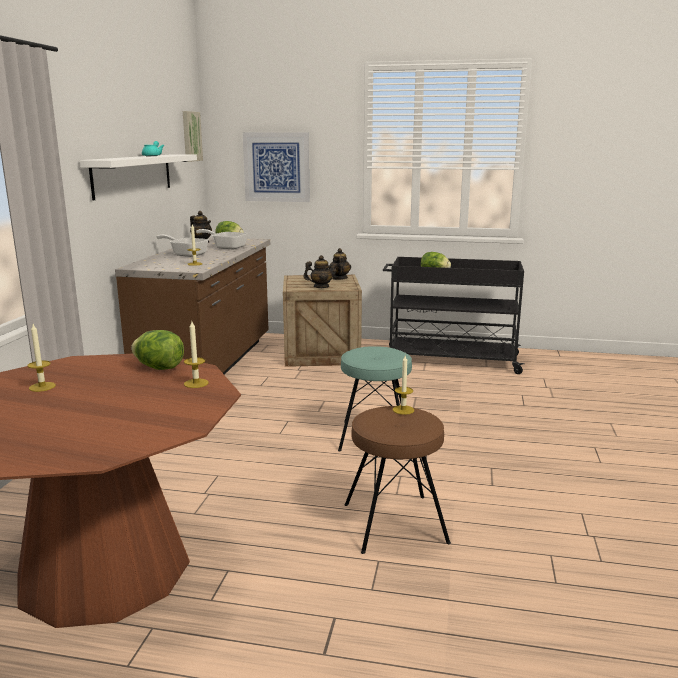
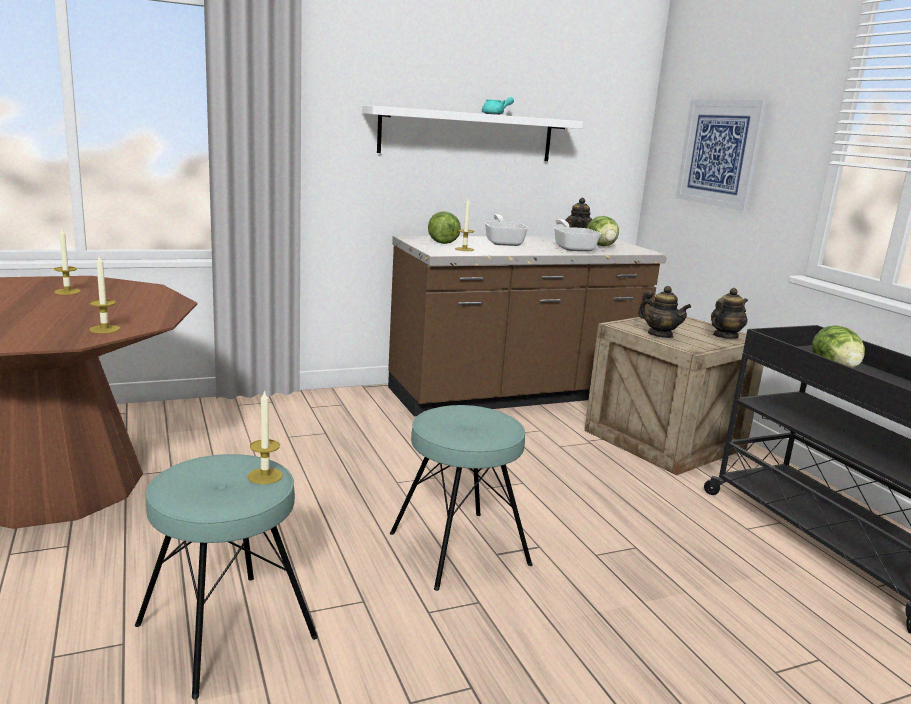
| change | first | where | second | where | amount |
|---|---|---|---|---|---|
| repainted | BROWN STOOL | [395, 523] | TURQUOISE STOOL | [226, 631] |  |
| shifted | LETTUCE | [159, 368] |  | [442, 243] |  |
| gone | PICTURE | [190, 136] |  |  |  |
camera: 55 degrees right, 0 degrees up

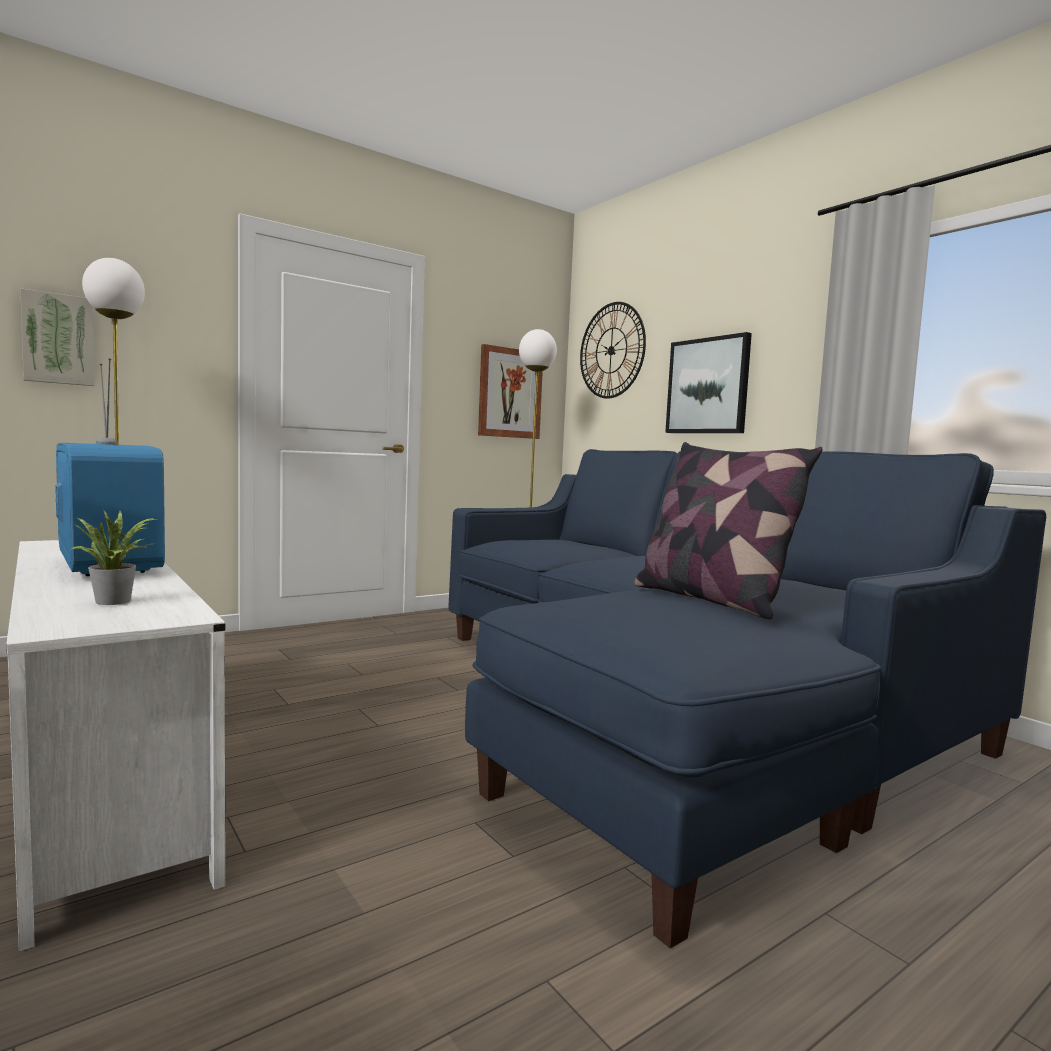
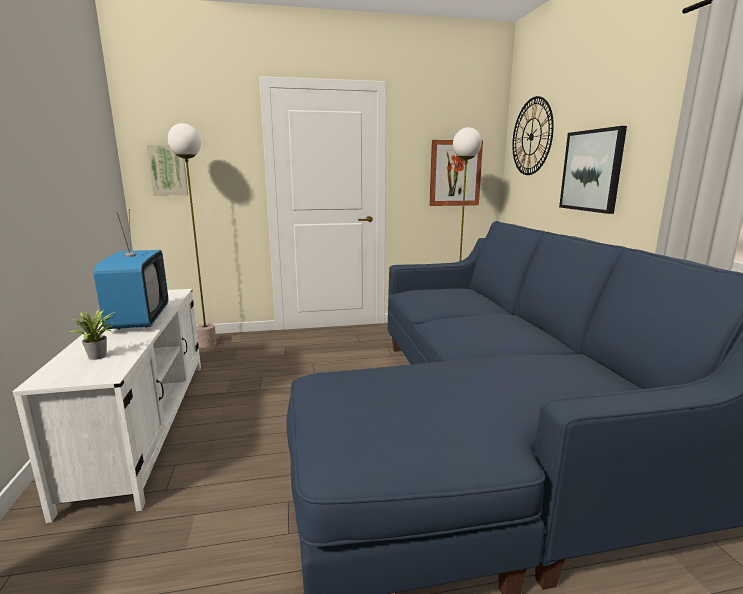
| change | first | where | second | where | amount |
|---|---|---|---|---|---|
| gone | PILLOW | [710, 599] |  |  |  |
camera: 25 degrees right, 10 degrees up

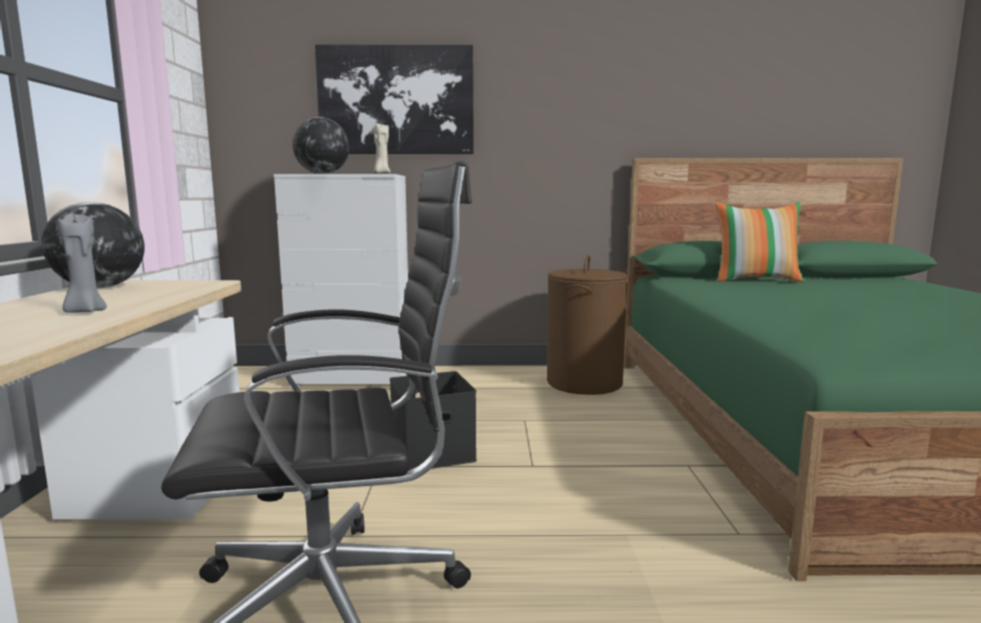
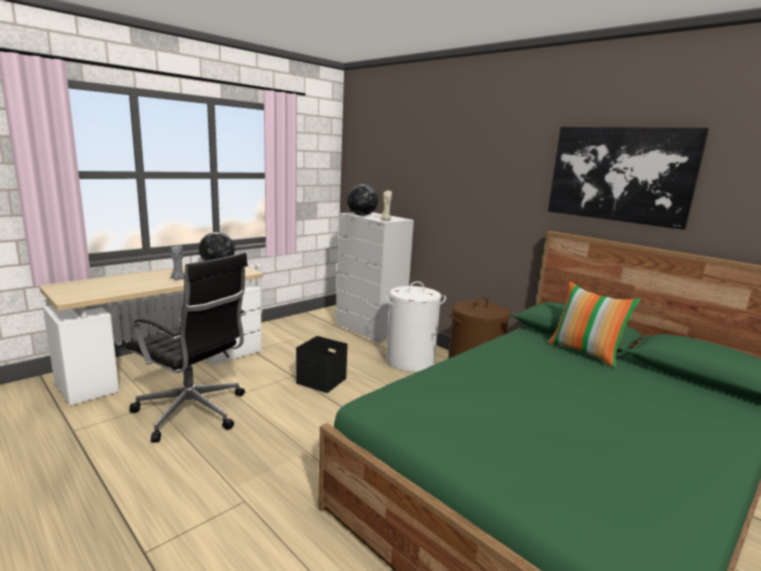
| change | first | where | second | where | amount |
|---|---|---|---|---|---|
| new |  |  | WHITE LAUNDRY BASKET | [410, 361] |  |
| shifted | PICTURE | [396, 100] |  | [619, 174] |  |
camera: 45 degrees right, 5 degrees up

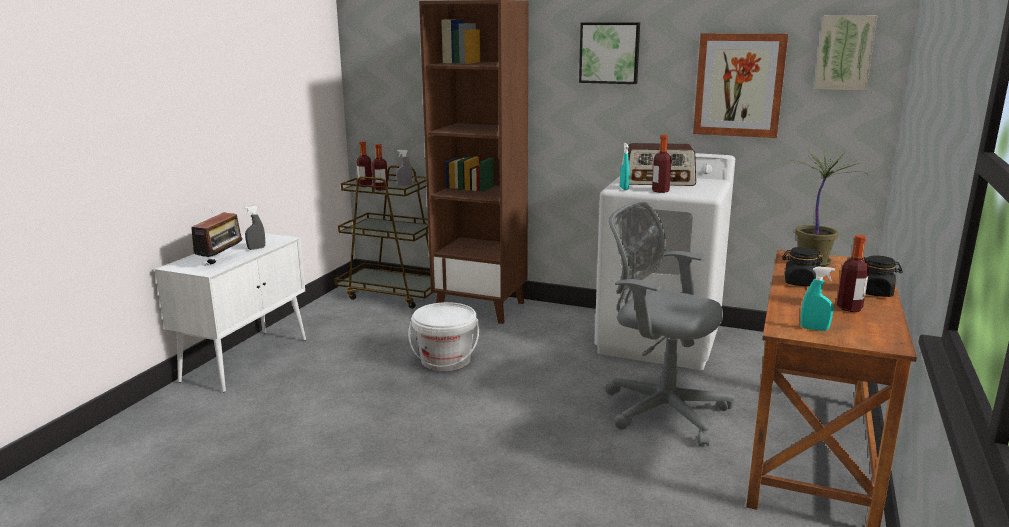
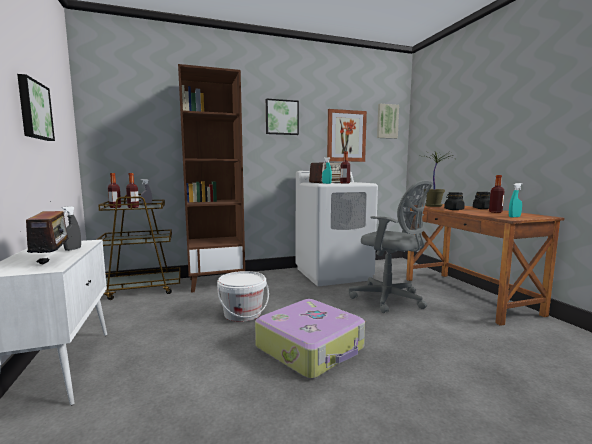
| change | first | where | second | where | amount |
|---|---|---|---|---|---|
| new |  |  | PICTURE | [33, 110] |  |
| new |  |  | SUITCASE | [311, 348] |  |
| rotated | GREY OFFICE CHAIR | [660, 408] |  | [390, 299] | 135 degrees counterclockwise |
camera: 40 degrees left, 10 degrees down

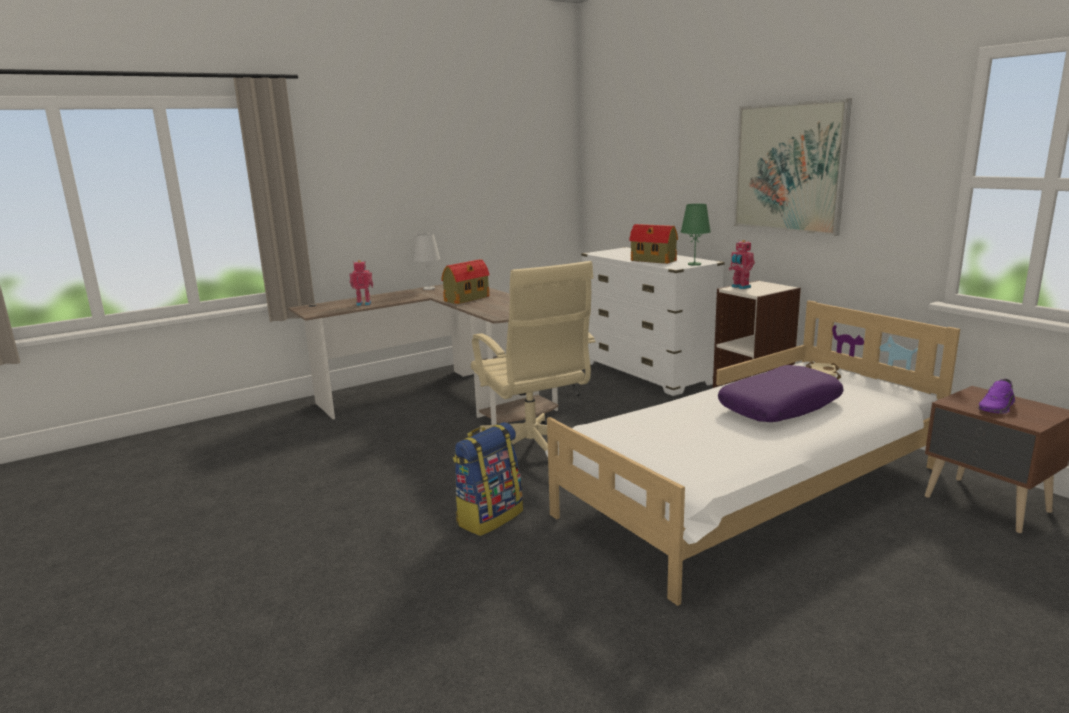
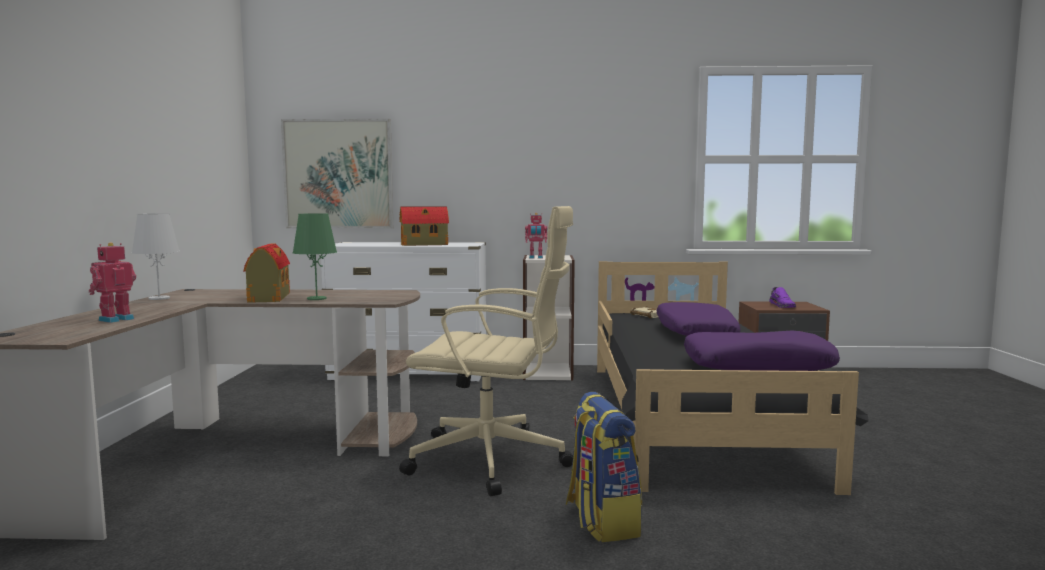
| change | first | where | second | where | amount |
|---|---|---|---|---|---|
| shifted | PICTURE | [789, 168] |  | [338, 174] |  |
| shifted | GREEN TABLE LAMP | [694, 264] |  | [317, 298] |  |
| repainted | WHITE BED | [752, 493] | BLACK BED | [692, 417] |  |
| new |  |  | PURPLE PILLOW | [757, 366] |  |
camera: 55 degrees left, 10 degrees down

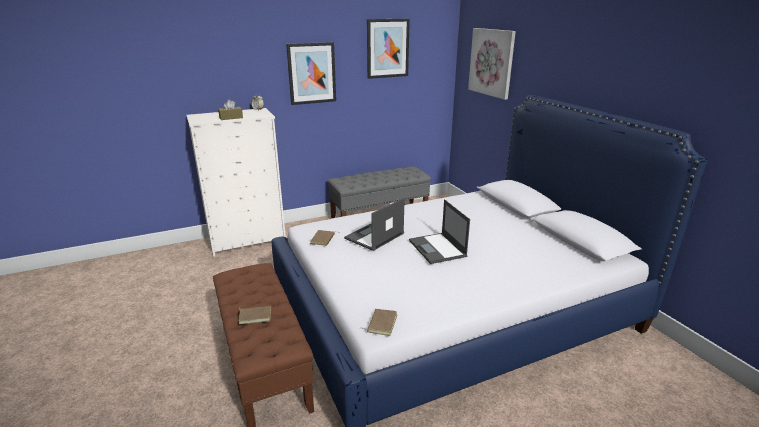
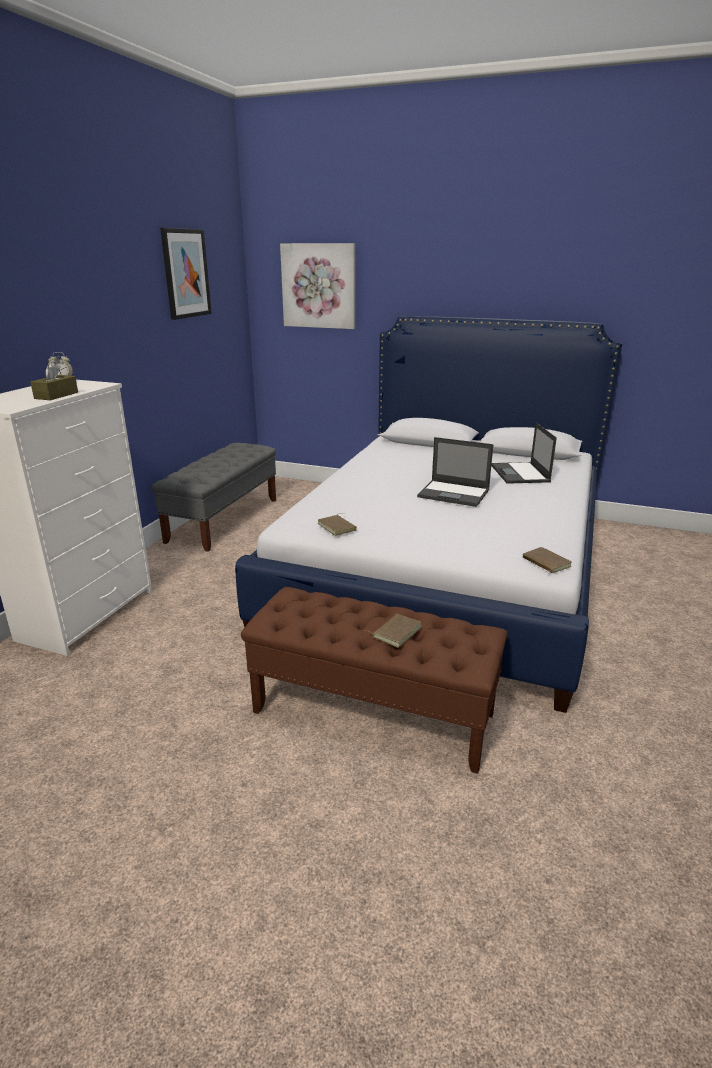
| change | first | where | second | where | amount |
|---|---|---|---|---|---|
| shifted | LAPTOP | [374, 236] |  | [520, 473] |  |
| gone | PICTURE | [311, 73] |  |  |  |
camera: 45 degrees left, 0 degrees up

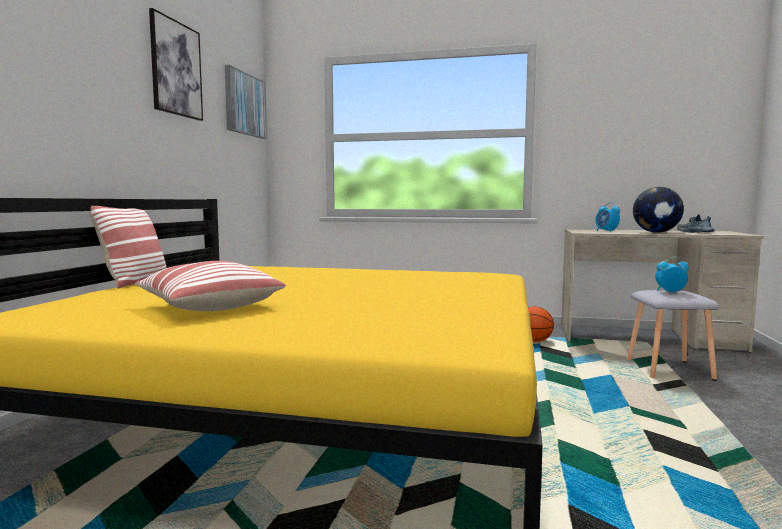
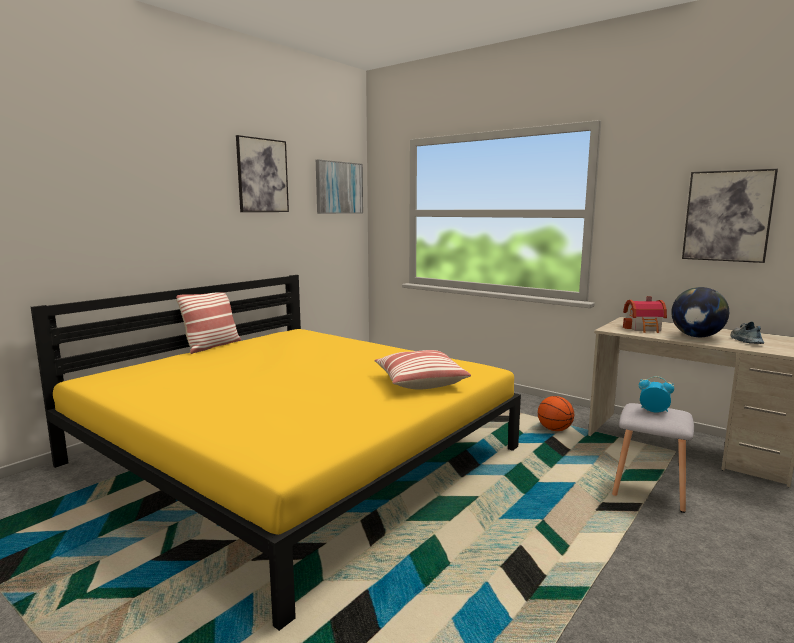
| change | first | where | second | where | amount |
|---|---|---|---|---|---|
| shifted | PILLOW | [209, 306] |  | [419, 382] |  |
| swapped | ALARM CLOCK | [606, 231] | TOY HOUSE | [644, 328] |  |
| new |  |  | PICTURE | [727, 216] |  |
camera: 25 degrees right, 5 degrees up

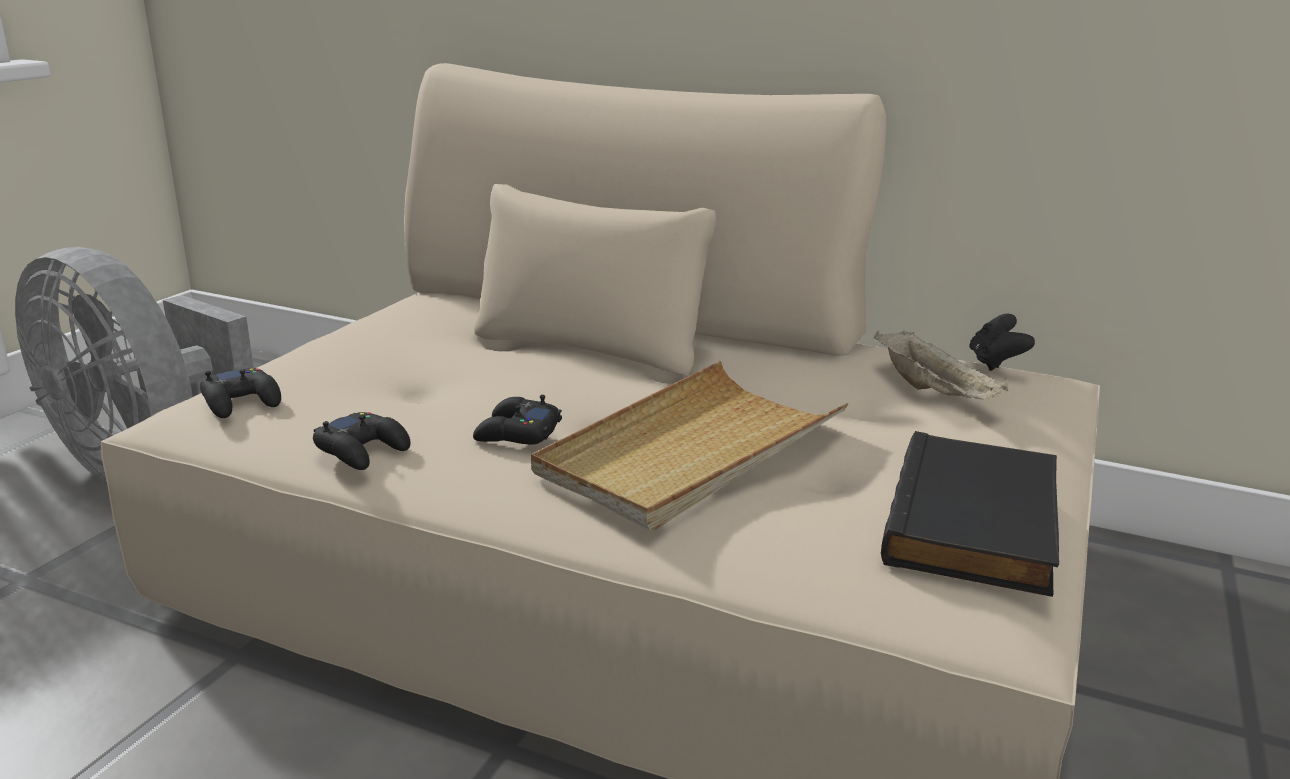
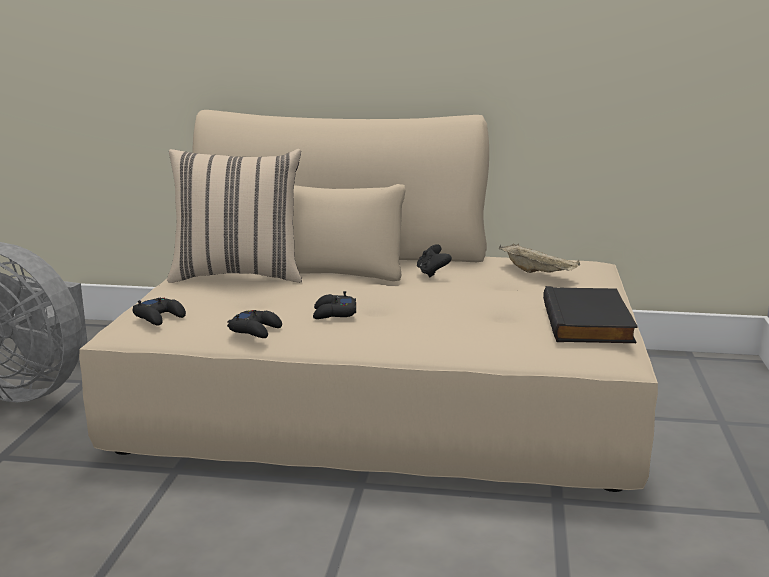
| change | first | where | second | where | amount |
|---|---|---|---|---|---|
| new |  |  | BEIGE PILLOW | [238, 275] |  |
| shifted | BLACK GAME CONTROLLER | [995, 363] |  | [432, 273] |  |
| gone | BEIGE TRAY | [691, 451] |  |  |  |
camera: 15 degrees left, 5 degrees down

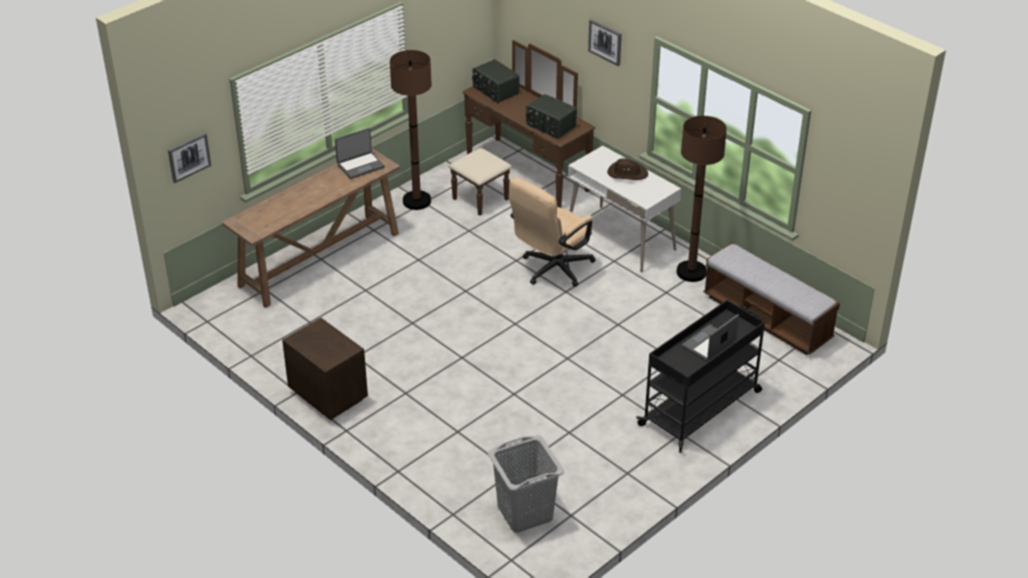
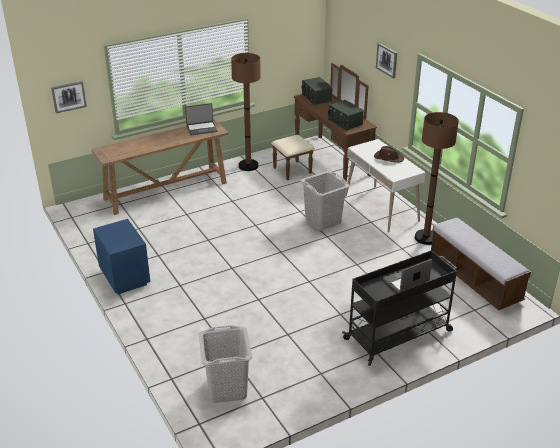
| change | first | where | second | where | amount |
|---|---|---|---|---|---|
| repainted | BROWN NIGHTSTAND | [328, 395] | BLUE NIGHTSTAND | [125, 277] |  |
| swapped | BEIGE OFFICE CHAIR | [551, 270] | GREY LAUNDRY BASKET | [322, 221] |  |
camera: 15 degrees right, 5 degrees down

